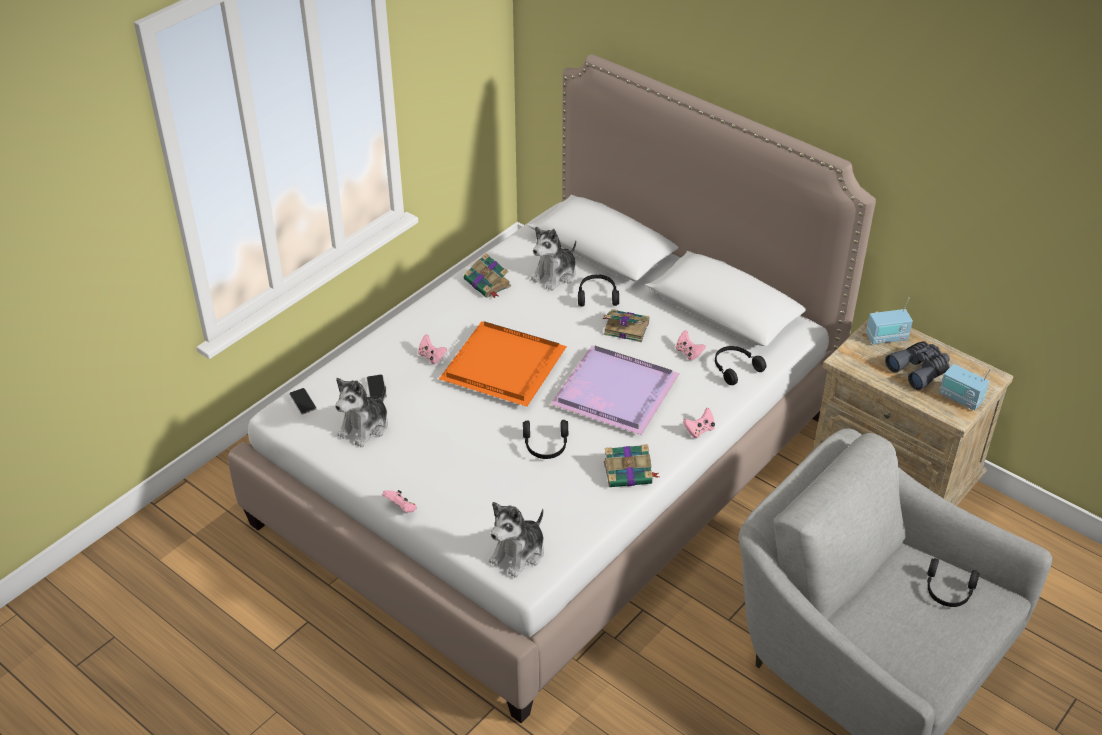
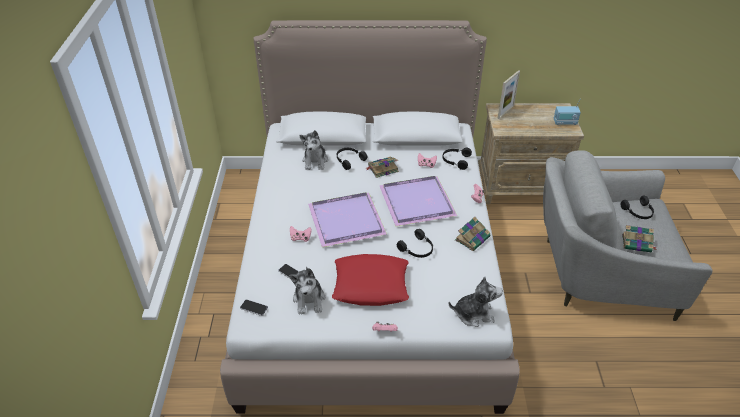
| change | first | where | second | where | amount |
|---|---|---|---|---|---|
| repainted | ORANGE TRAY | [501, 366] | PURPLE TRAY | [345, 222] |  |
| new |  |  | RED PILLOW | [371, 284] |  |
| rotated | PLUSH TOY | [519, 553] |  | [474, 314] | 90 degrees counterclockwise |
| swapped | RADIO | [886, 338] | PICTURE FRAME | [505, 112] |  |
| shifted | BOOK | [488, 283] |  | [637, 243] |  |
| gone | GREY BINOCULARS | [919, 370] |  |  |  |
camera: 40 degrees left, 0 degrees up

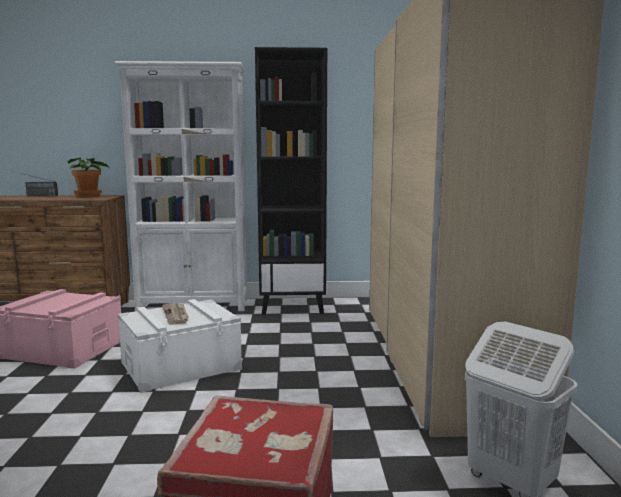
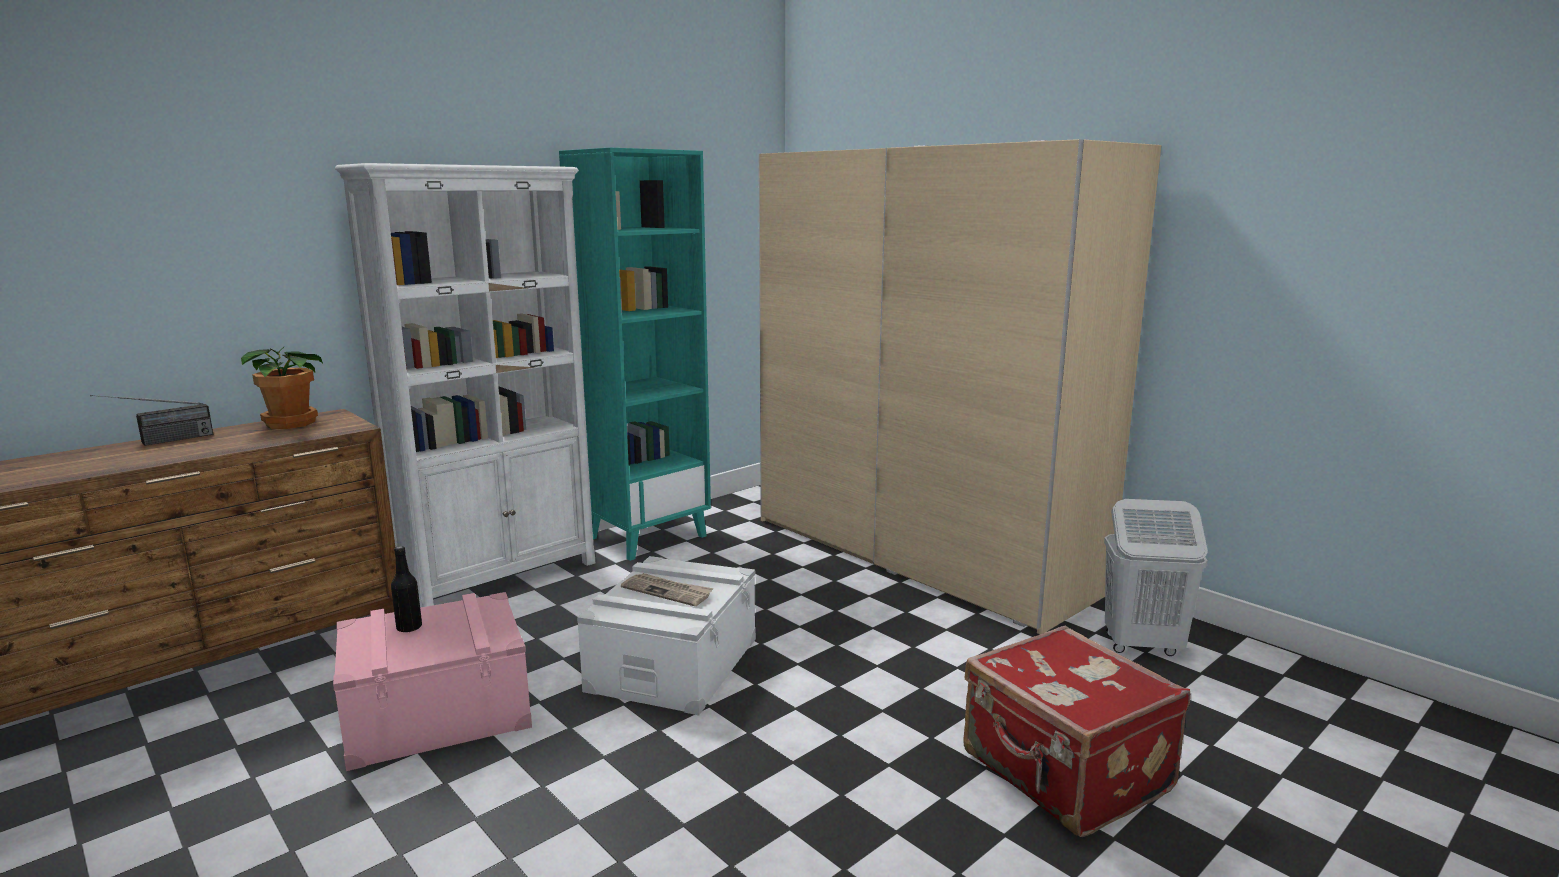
| change | first | where | second | where | amount |
|---|---|---|---|---|---|
| new |  |  | BLACK BOTTLE | [409, 627] |  |
| repainted | BLACK BOOKCASE | [293, 306] | TURQUOISE BOOKCASE | [647, 536] |  |
camera: 40 degrees left, 5 degrees up

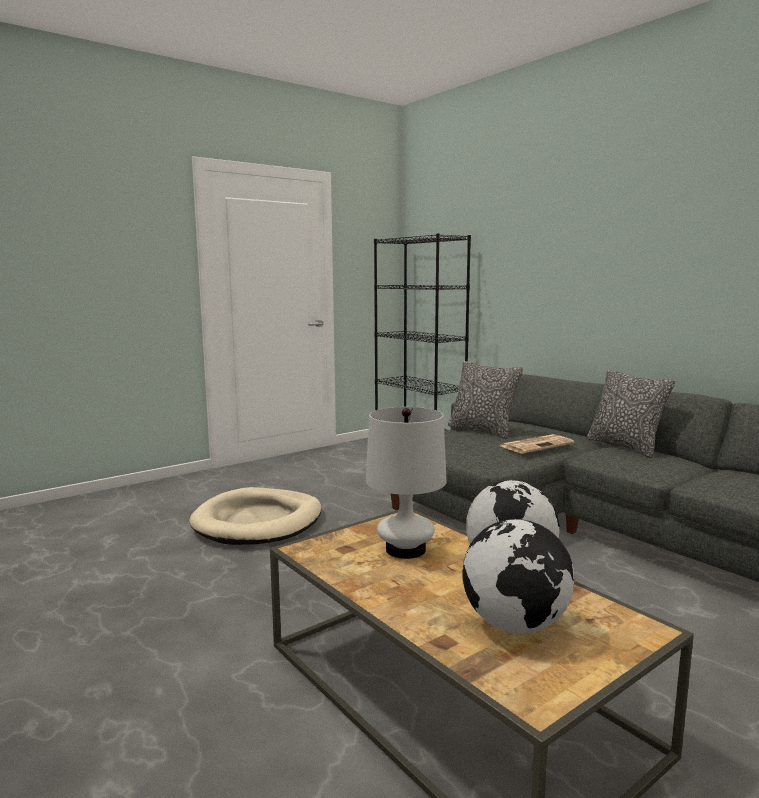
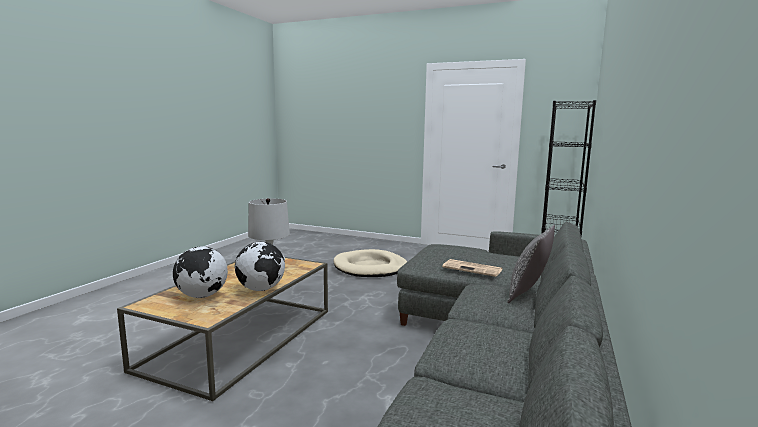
| change | first | where | second | where | amount |
|---|---|---|---|---|---|
| gone | PILLOW | [482, 430] |  |  |  |
camera: 60 degrees right, 0 degrees up

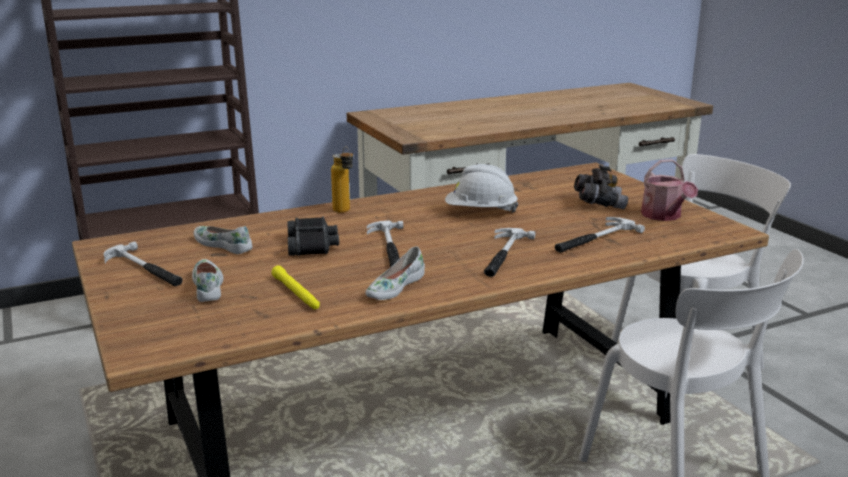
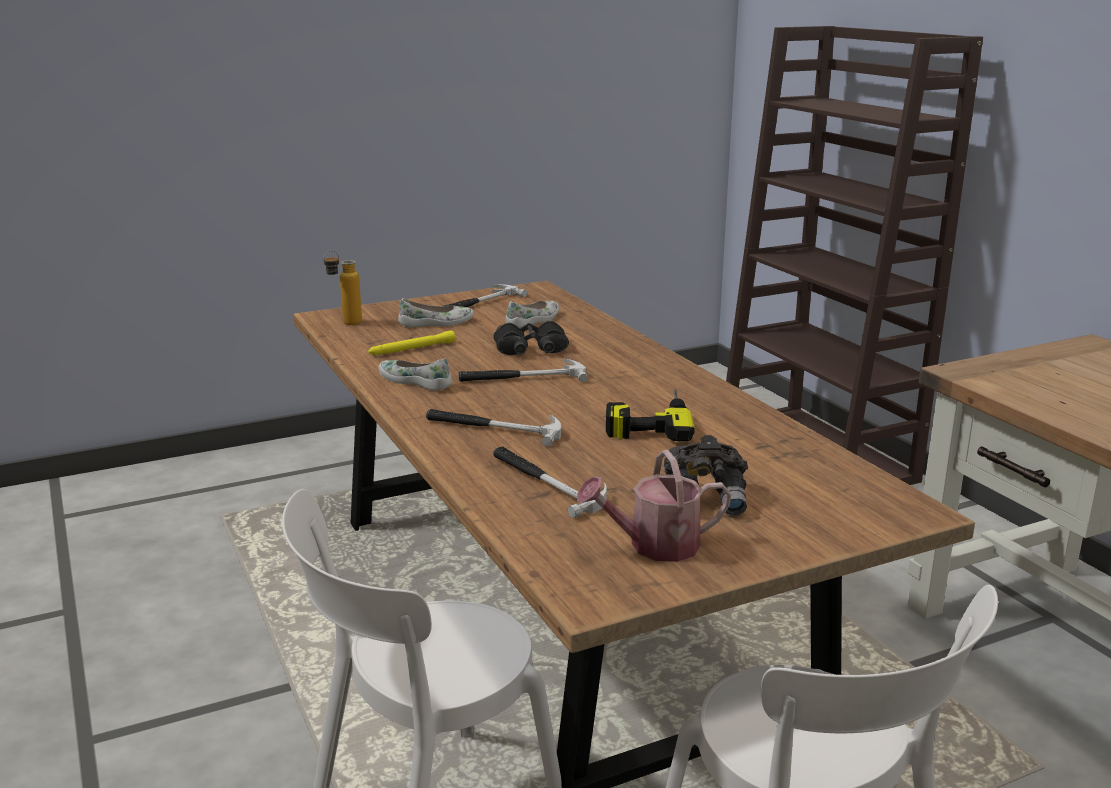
| change | first | where | second | where | amount |
|---|---|---|---|---|---|
| shifted | BOTTLE | [344, 212] |  | [345, 324] |  |
| swapped | WHITE HARD HAT | [480, 212] | POWER DRILL | [648, 421] |  |
camera: 90 degrees right, 0 degrees up

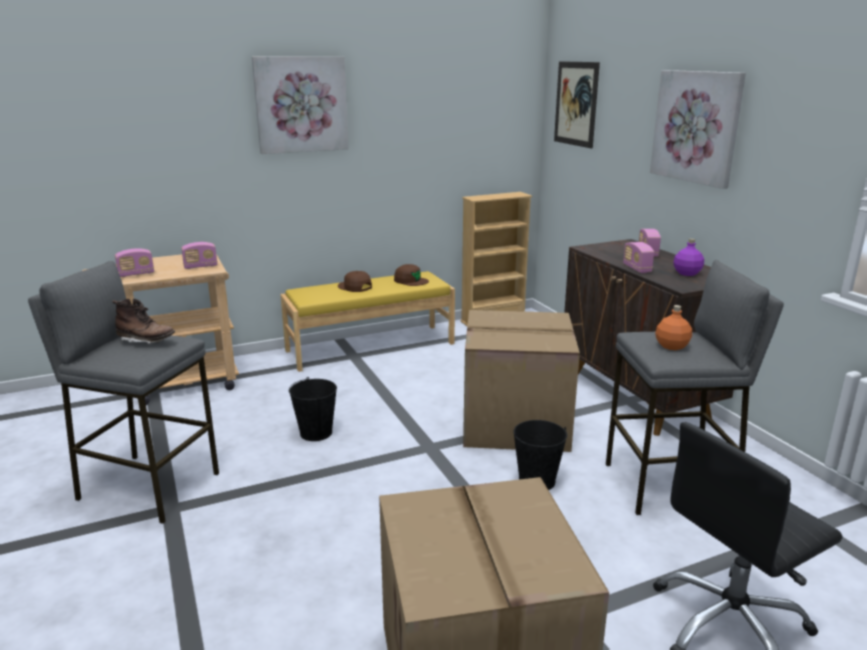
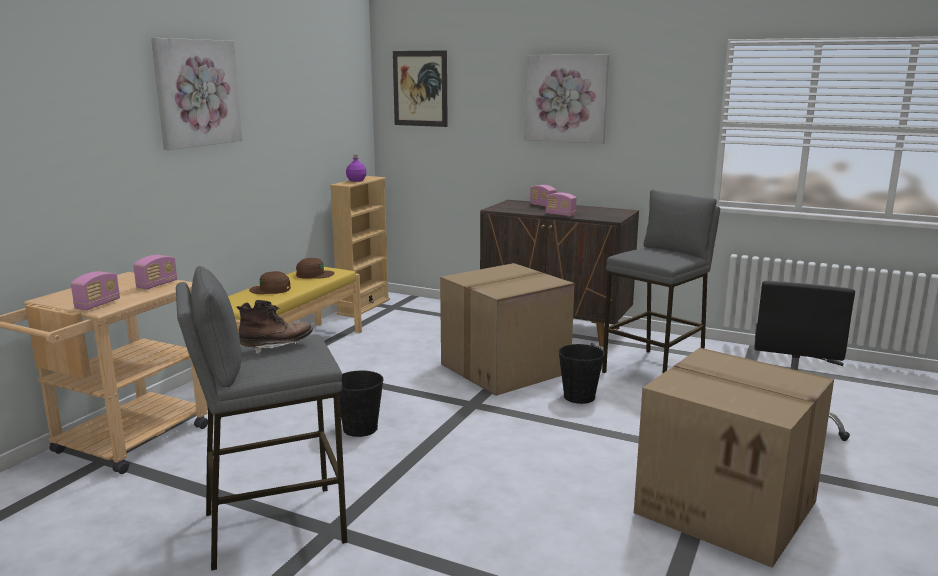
| change | first | where | second | where | amount |
|---|---|---|---|---|---|
| shifted | PURPLE BOTTLE | [687, 273] |  | [356, 180] |  |
| gone | ORANGE BOTTLE | [671, 346] |  |  |  |
camera: 40 degrees left, 5 degrees down

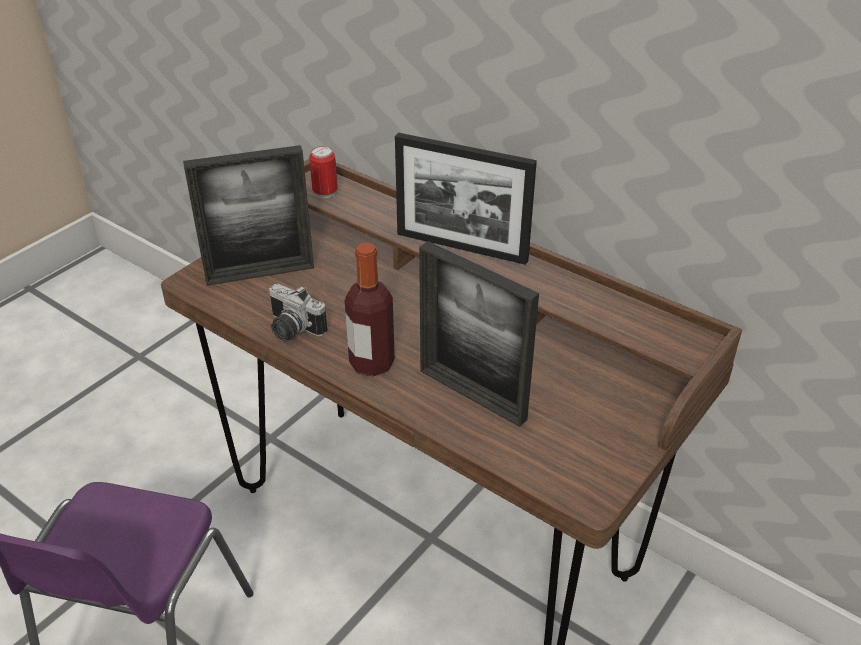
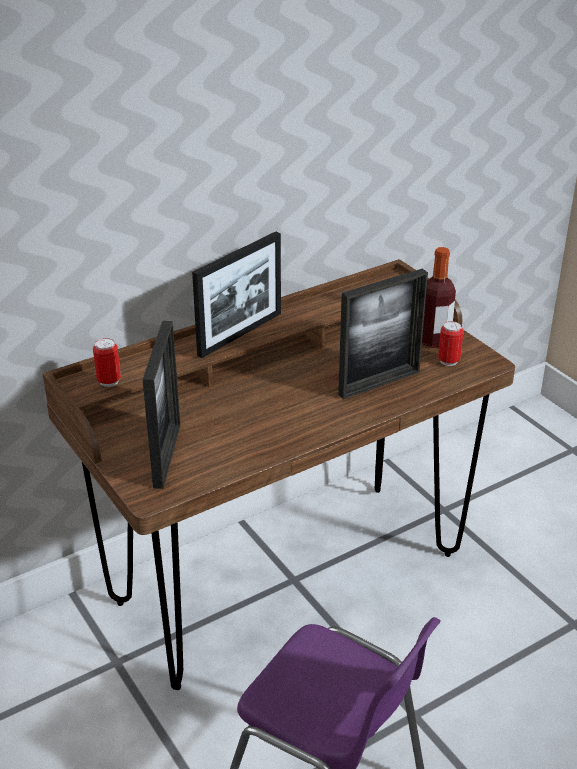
| change | first | where | second | where | amount |
|---|---|---|---|---|---|
| shifted | BOTTLE | [372, 363] |  | [434, 340] |  |
| new |  |  | CAN | [448, 361] |  |
| gone | PHOTO CAMERA | [291, 330] |  |  |  |
camera: 70 degrees left, 5 degrees down

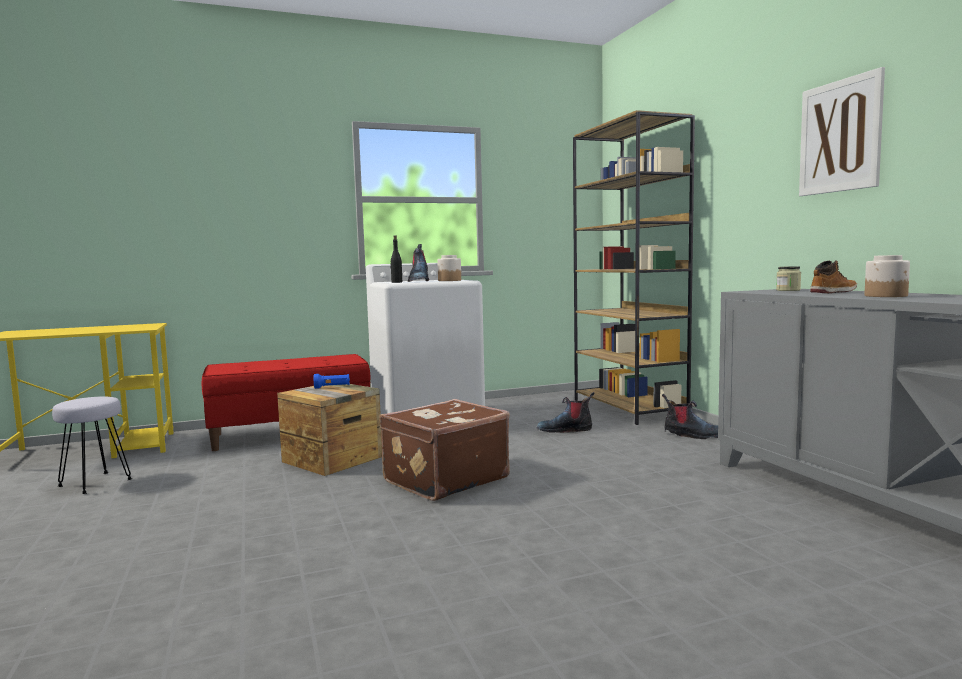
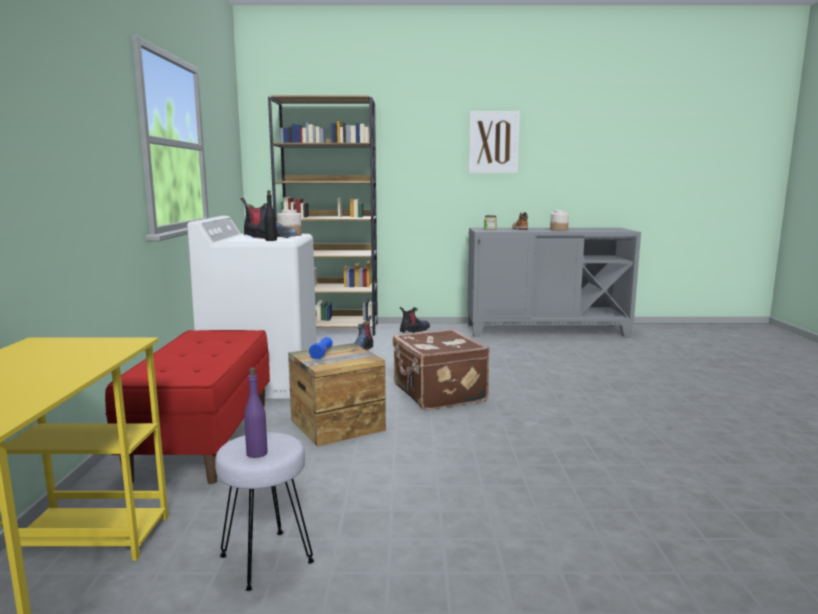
| change | first | where | second | where | amount |
|---|---|---|---|---|---|
| new |  |  | PURPLE BOTTLE | [257, 453] |  |
camera: 70 degrees left, 5 degrees up

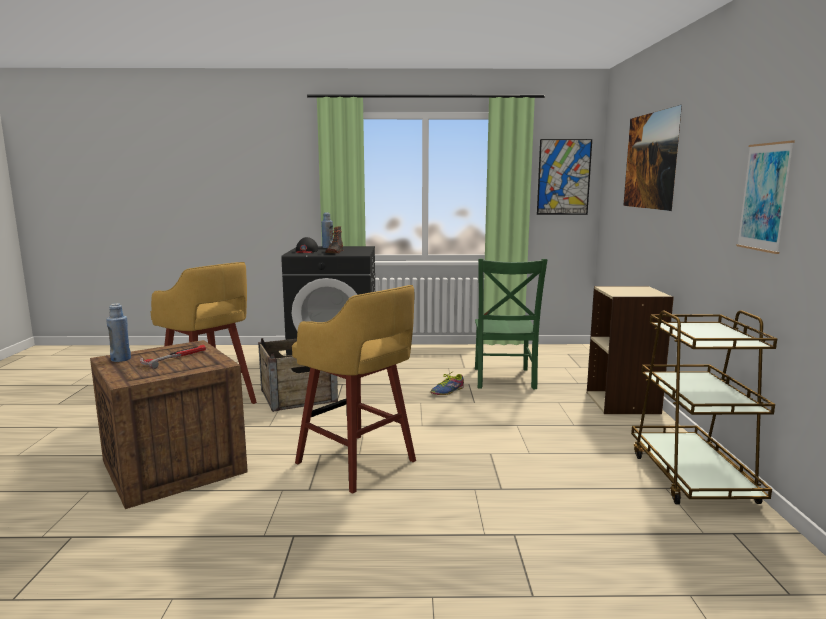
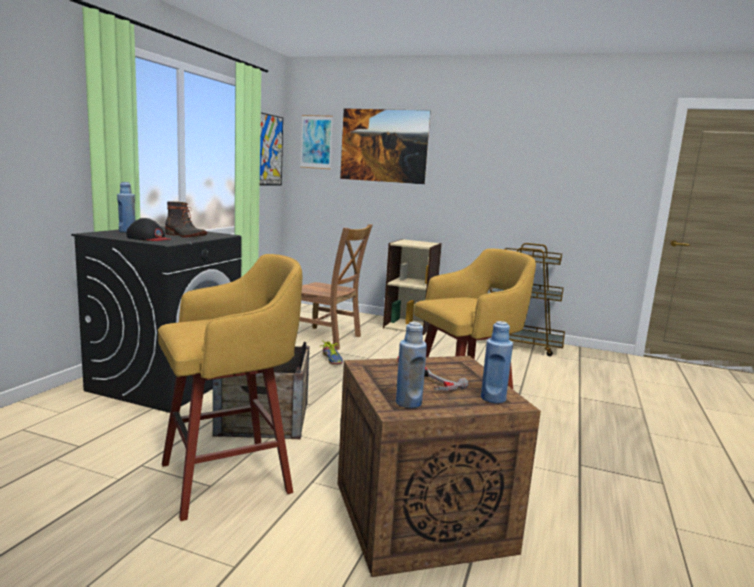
| change | first | where | second | where | amount |
|---|---|---|---|---|---|
| shifted | PICTURE | [764, 197] |  | [316, 142] |  |
| repainted | GREEN CHAIR | [503, 379] | BROWN CHAIR | [328, 338] |  |
| new |  |  | BLUE BOTTLE | [493, 398] |  |
camera: 70 degrees left, 0 degrees up

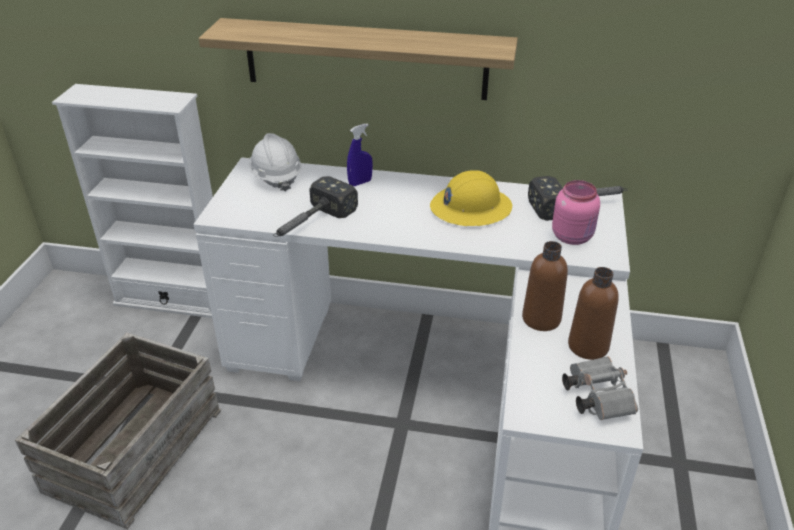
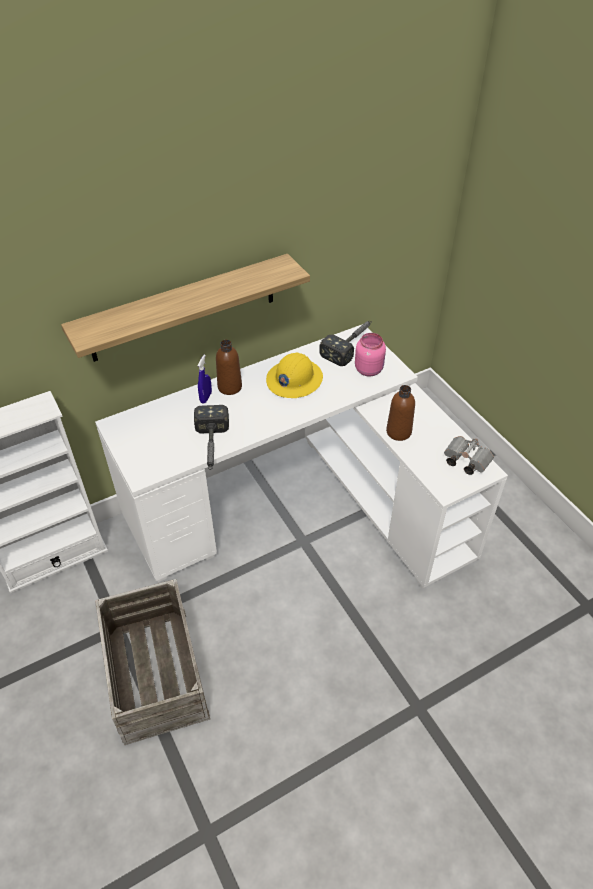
| change | first | where | second | where | amount |
|---|---|---|---|---|---|
| shifted | BROWN BOTTLE | [588, 346] |  | [229, 387] |  |
| gone | WHITE HARD HAT | [276, 177] |  |  |  |
camera: 40 degrees left, 10 degrees up

